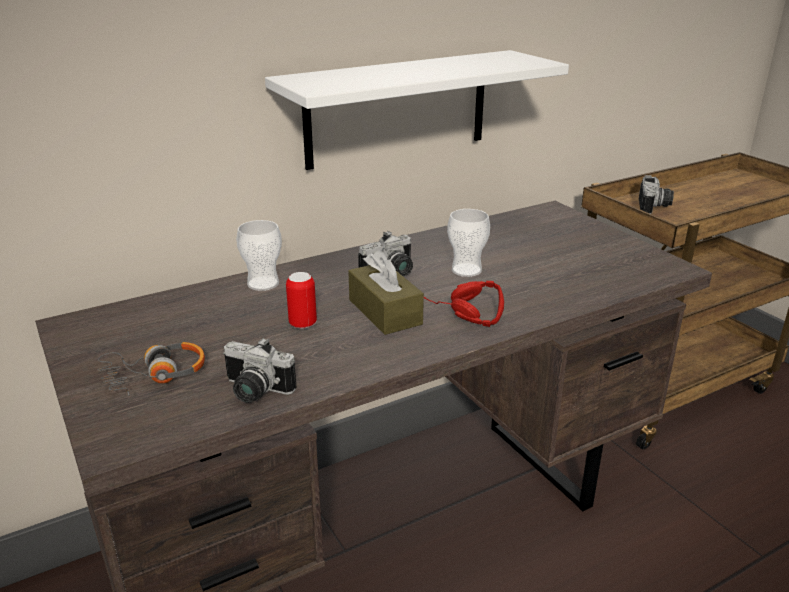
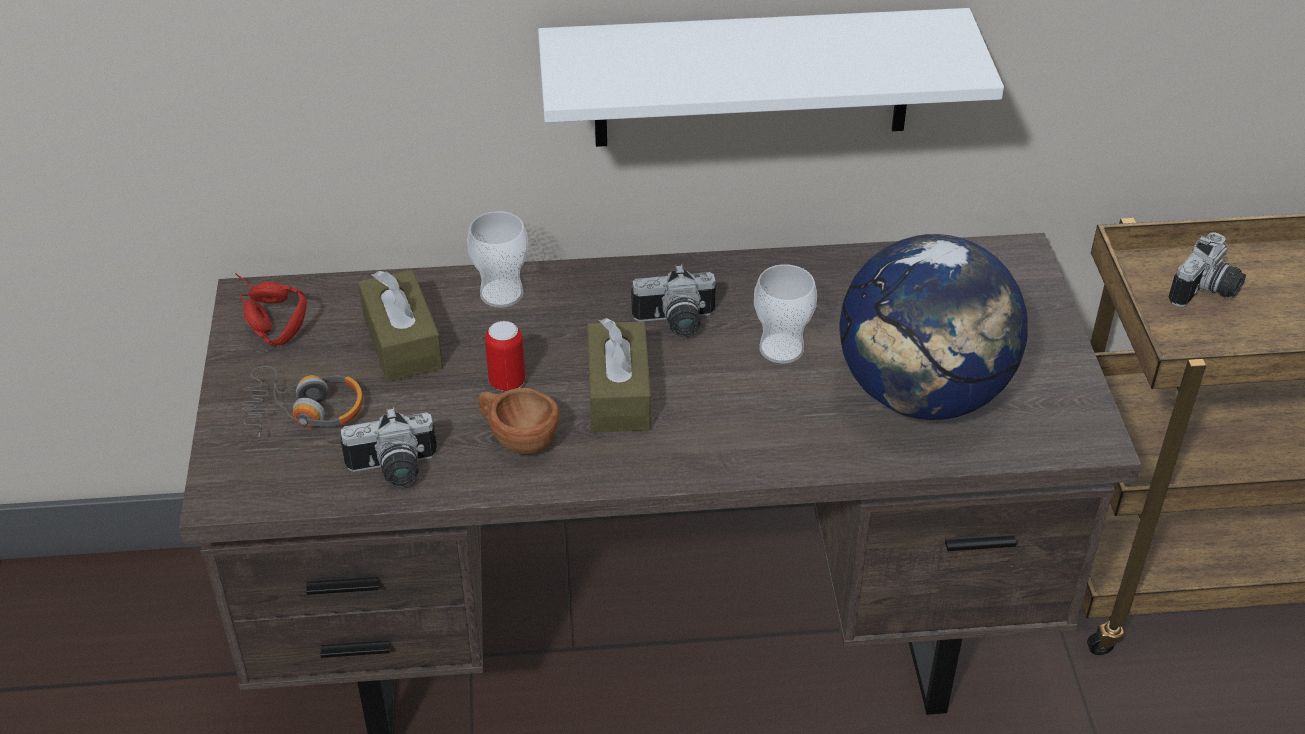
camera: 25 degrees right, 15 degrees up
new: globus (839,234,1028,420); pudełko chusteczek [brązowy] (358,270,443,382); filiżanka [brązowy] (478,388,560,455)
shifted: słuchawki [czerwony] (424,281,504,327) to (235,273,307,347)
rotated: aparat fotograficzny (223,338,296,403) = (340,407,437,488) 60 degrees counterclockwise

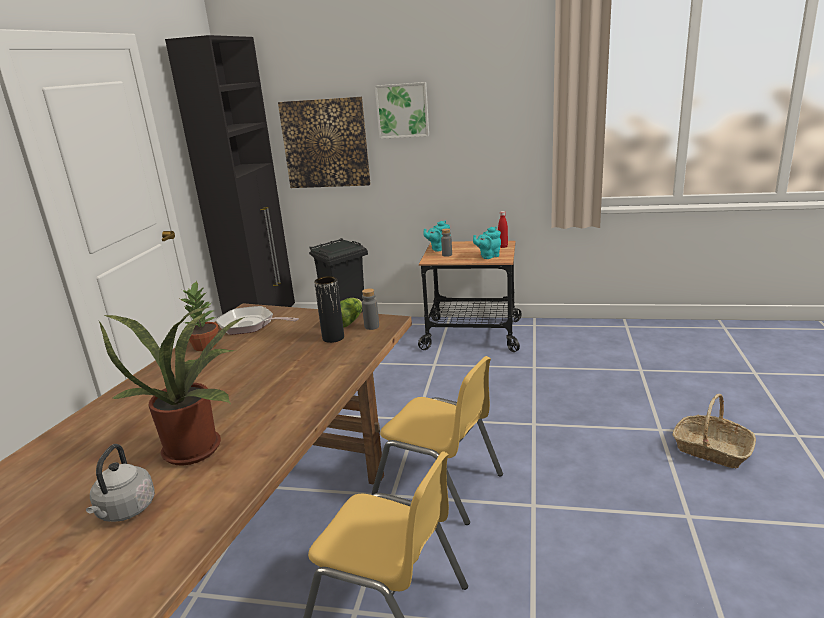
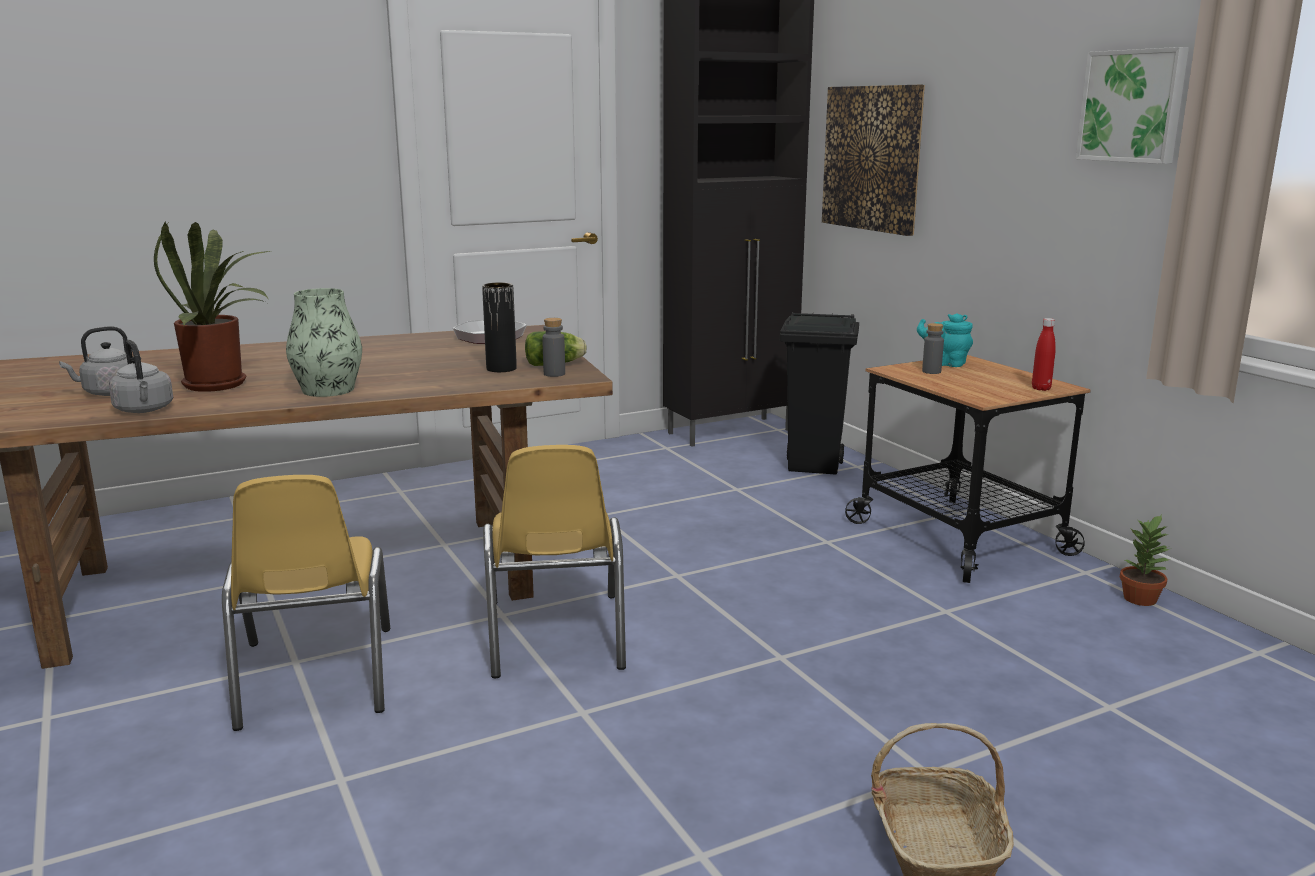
camera: 50 degrees right, 5 degrees down
gone: imbryk [turkusowy] (473,227,501,259)
new: wazon (286,288,362,397); czajnik [szary] (109,340,173,413)
shifted: obraz (375,82,429,139) to (1076,47,1189,164); roślina doniczkowa (180,280,219,351) to (1120,514,1171,606)

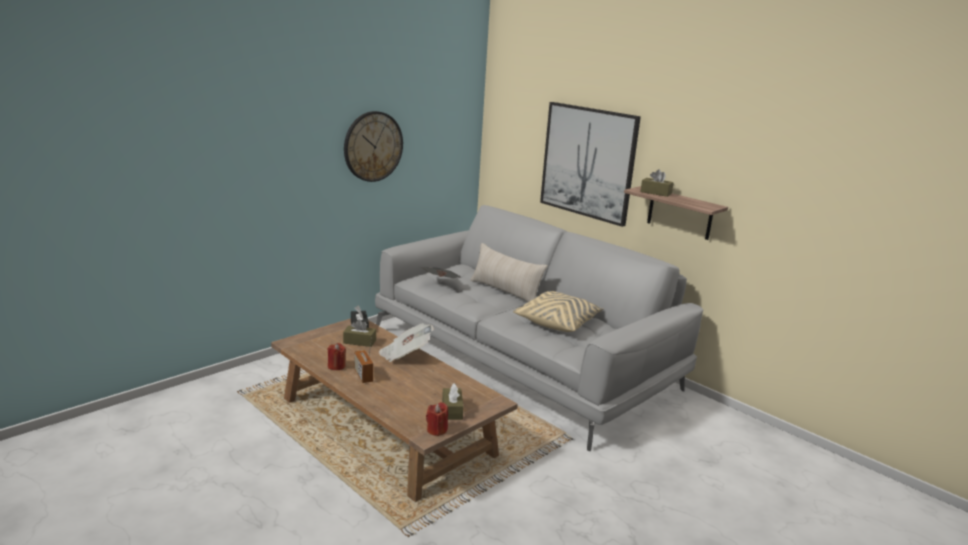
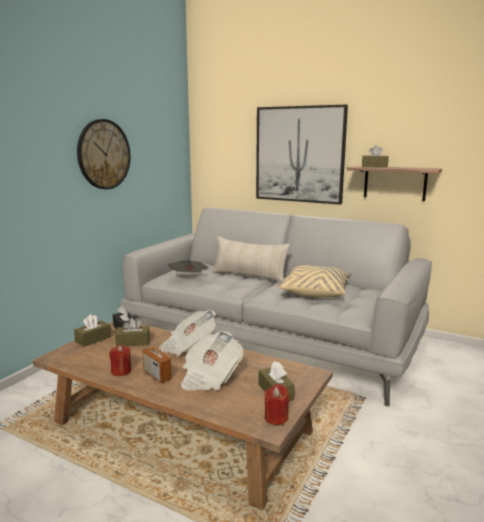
camera: 15 degrees left, 5 degrees down
new: pudełko chusteczek [brązowy] (74,314,112,347); gazeta (181,331,244,391)

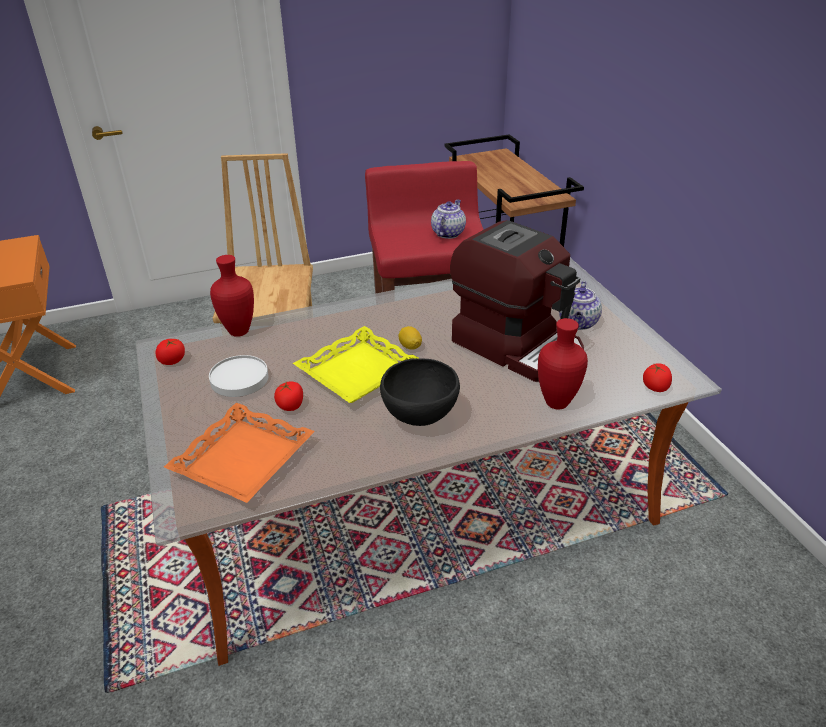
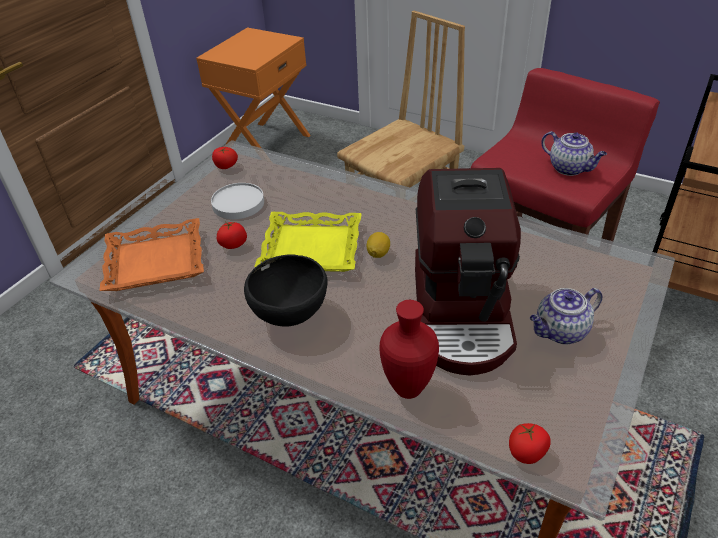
camera: 50 degrees right, 5 degrees up
gone: wazon [czerwony] (210,255,254,337)
rotated: imbryk (431,199,466,239) = (541,131,607,176) 60 degrees clockwise

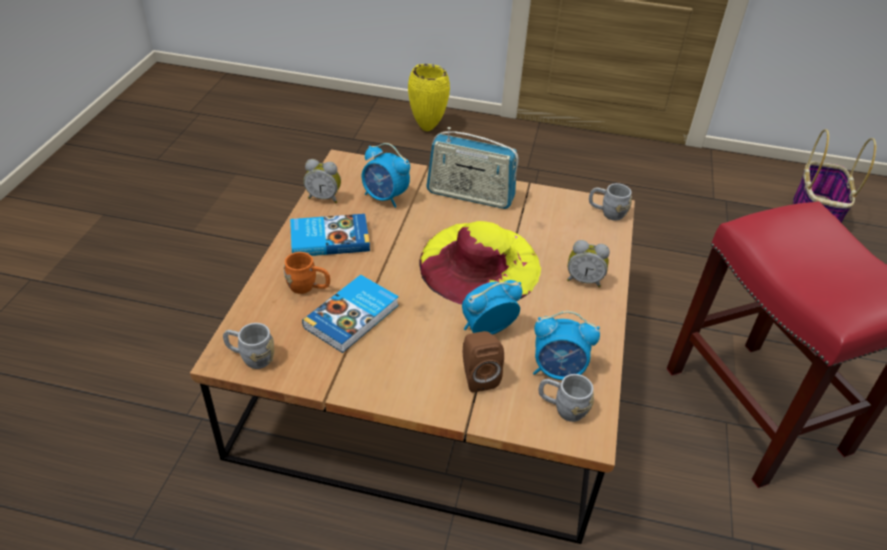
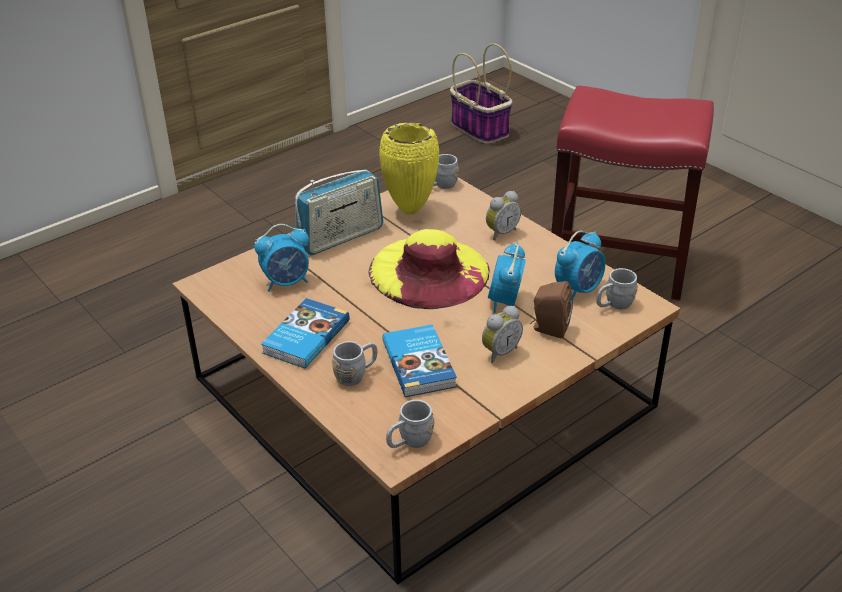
camera: 50 degrees left, 5 degrees down
shifted: wazon [żółty] (408,64,450,131) to (379,122,439,215); budzik (303,159,341,203) to (482,306,523,363)
repainted: kubek [pomarańczowy] (284,252,330,294) to kubek [szary] (332,341,377,386)

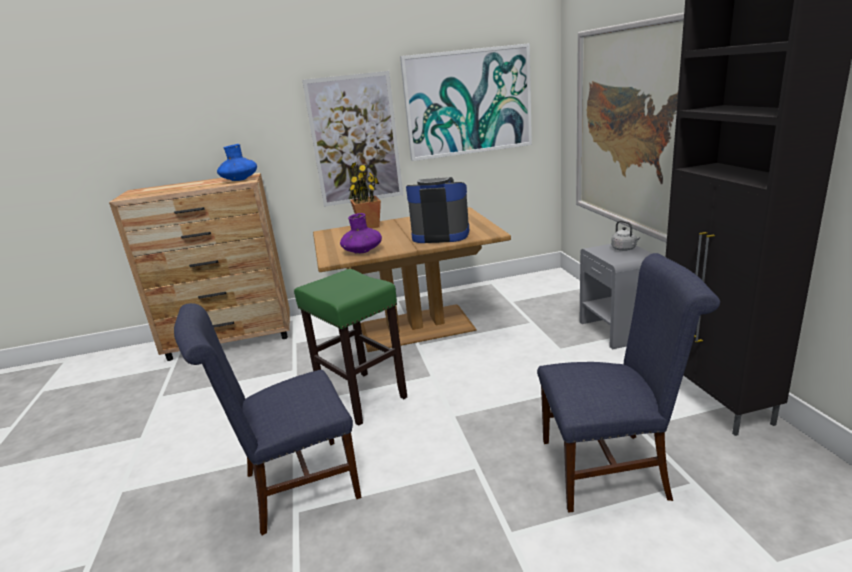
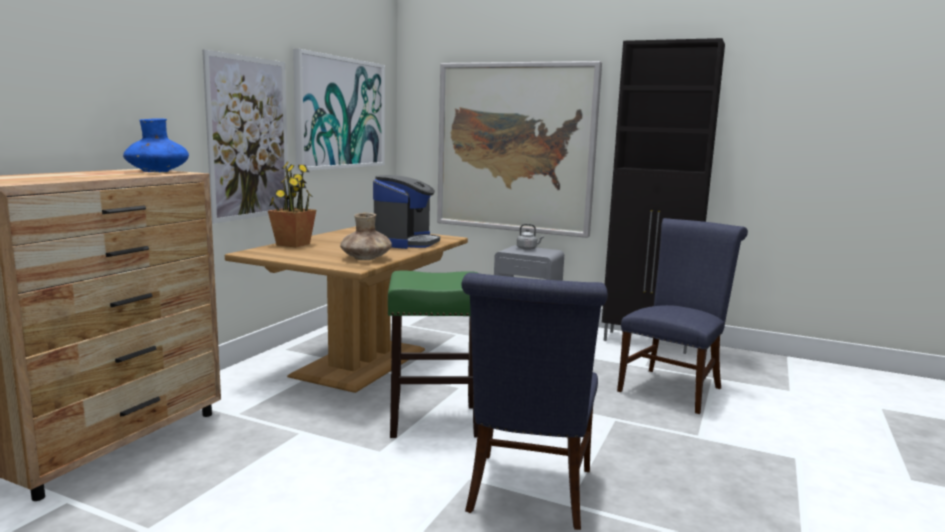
camera: 55 degrees left, 10 degrees down
repainted: wazon [fioletowy] (340,213,382,254) to wazon [brązowy] (340,213,392,260)
rotated: ekspres do kawy (406,177,469,243) = (373,175,440,249) 150 degrees clockwise

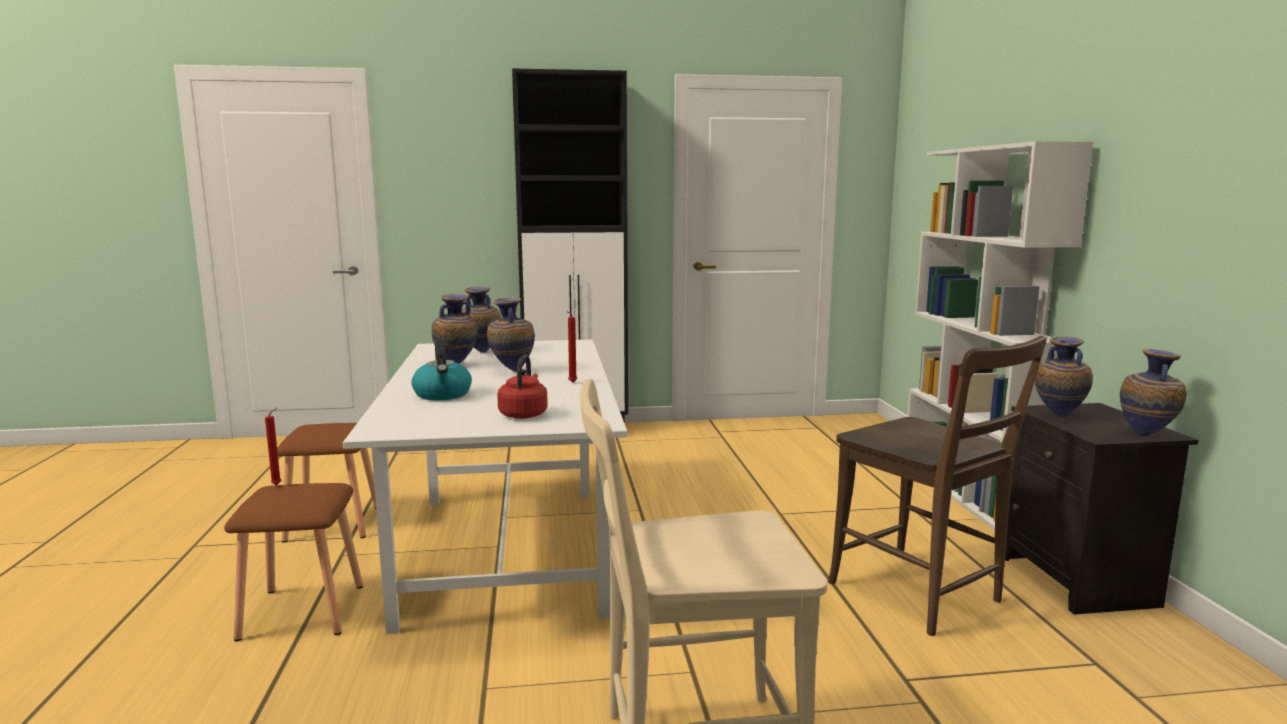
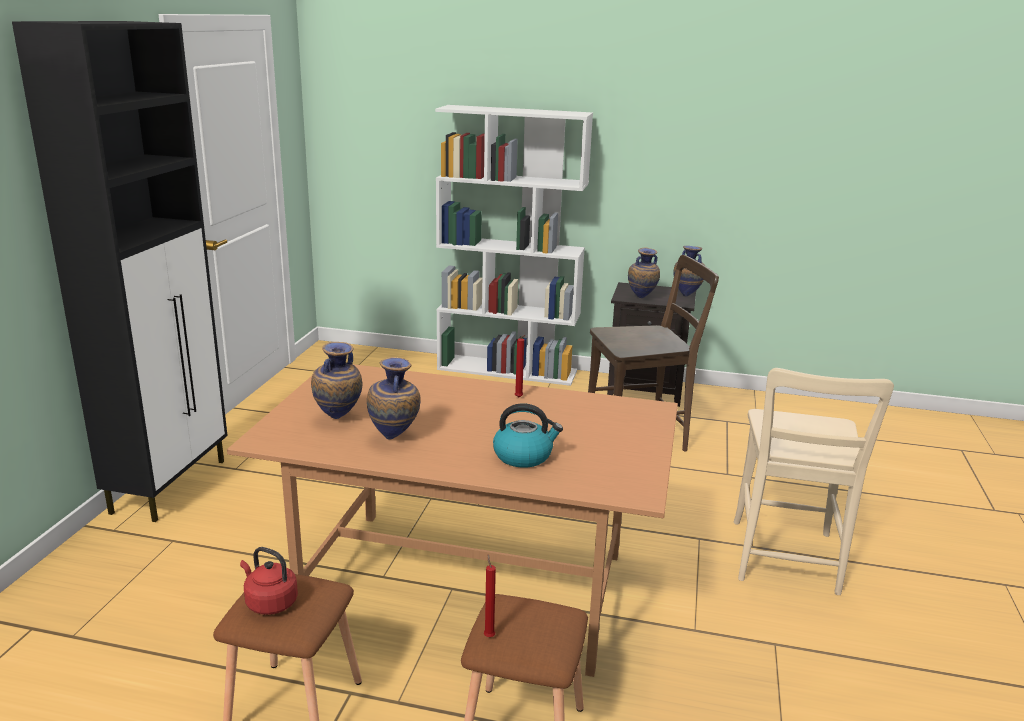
camera: 70 degrees left, 10 degrees up
gone: wazon (487,298,535,372)
shifted: czajnik [czerwony] (497,355,548,419) to (240,547,298,615)
repainted: stół jadalny [biały] (343,339,627,634) to stół jadalny [brązowy] (227,364,678,677)

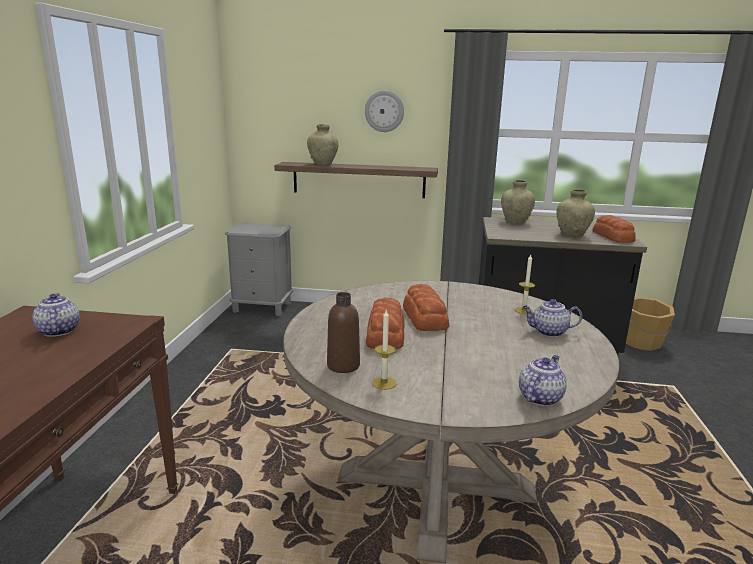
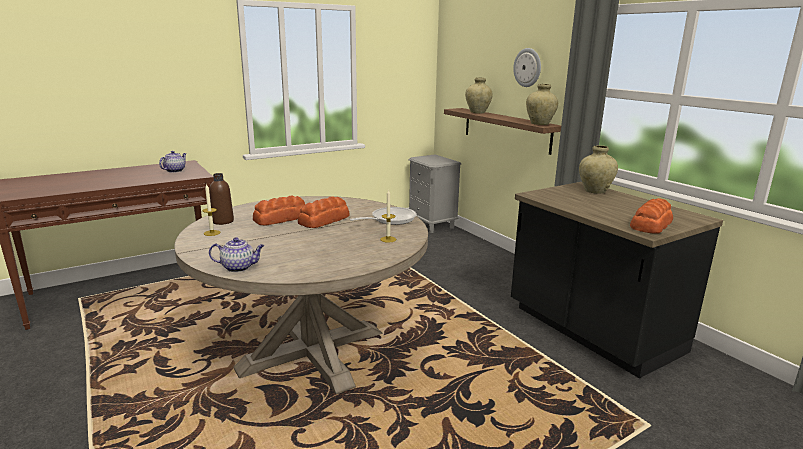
camera: 50 degrees right, 0 degrees up
gone: wiadro [pomarańczowy] (626,297,675,351); imbryk (523,299,582,337)
new: patelnia (350,207,417,225)
shifted: wazon [beżowy] (556,189,595,237) to (526,84,558,125)

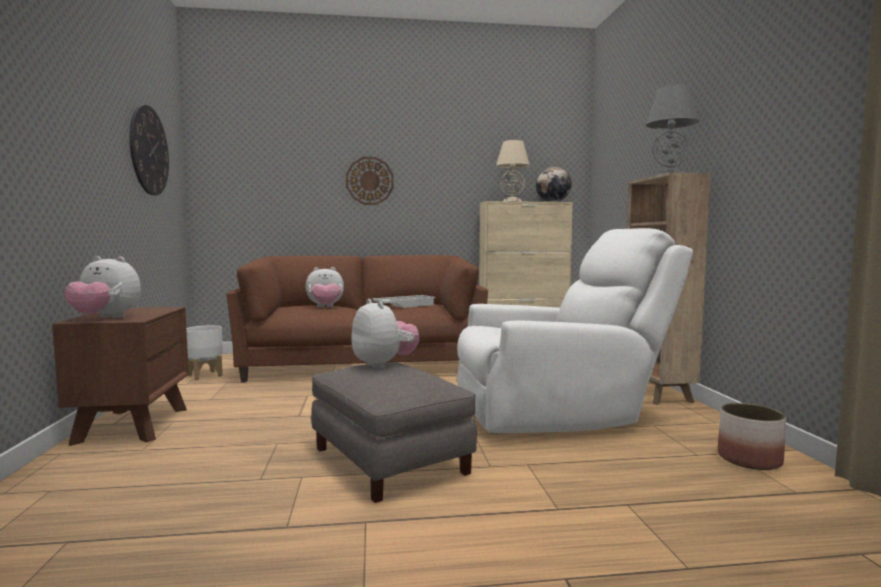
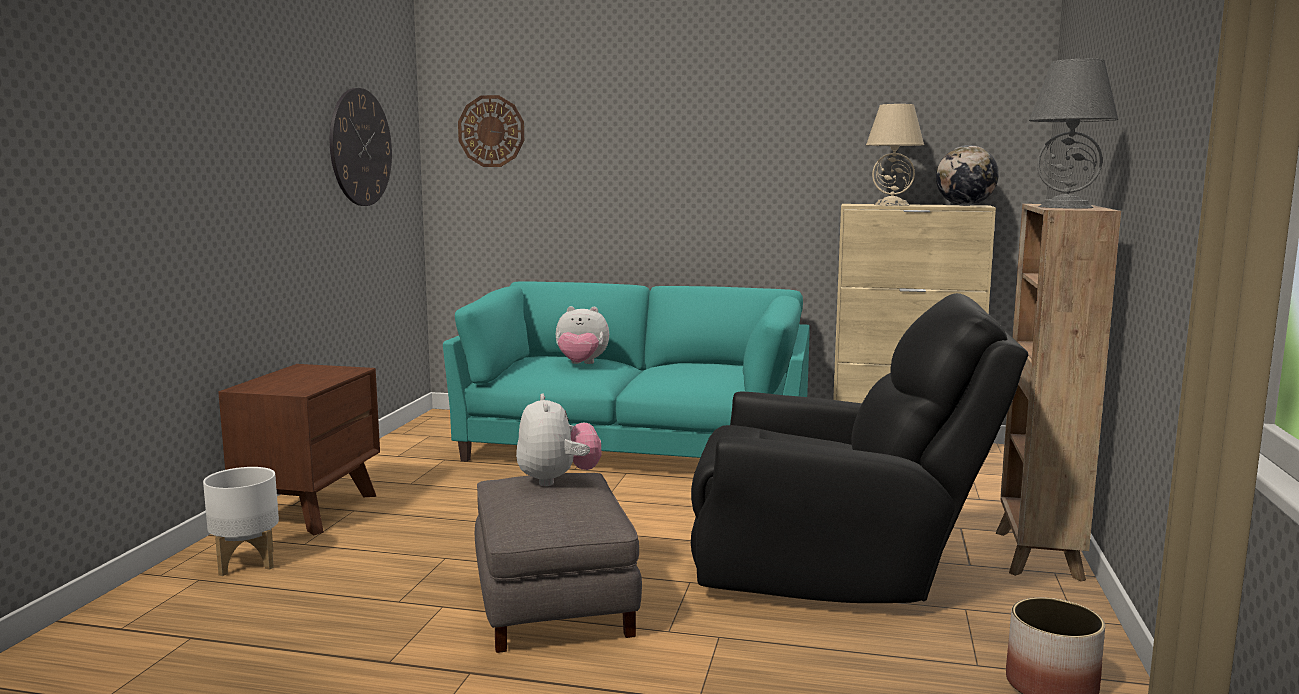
camera: 20 degrees right, 5 degrees up
gone: pluszak (64,256,141,318); taca [biały] (372,295,436,308)
shifted: zegar ścienny (346,157,394,205) to (458,95,524,167); donica [biały] (186,326,223,380) to (203,467,279,576)
repainted: fotel [biały] (457,228,693,433) to fotel [czarny] (691,293,1028,603); kanapa [brązowy] (226,255,488,382) to kanapa [turkusowy] (443,281,810,462)

